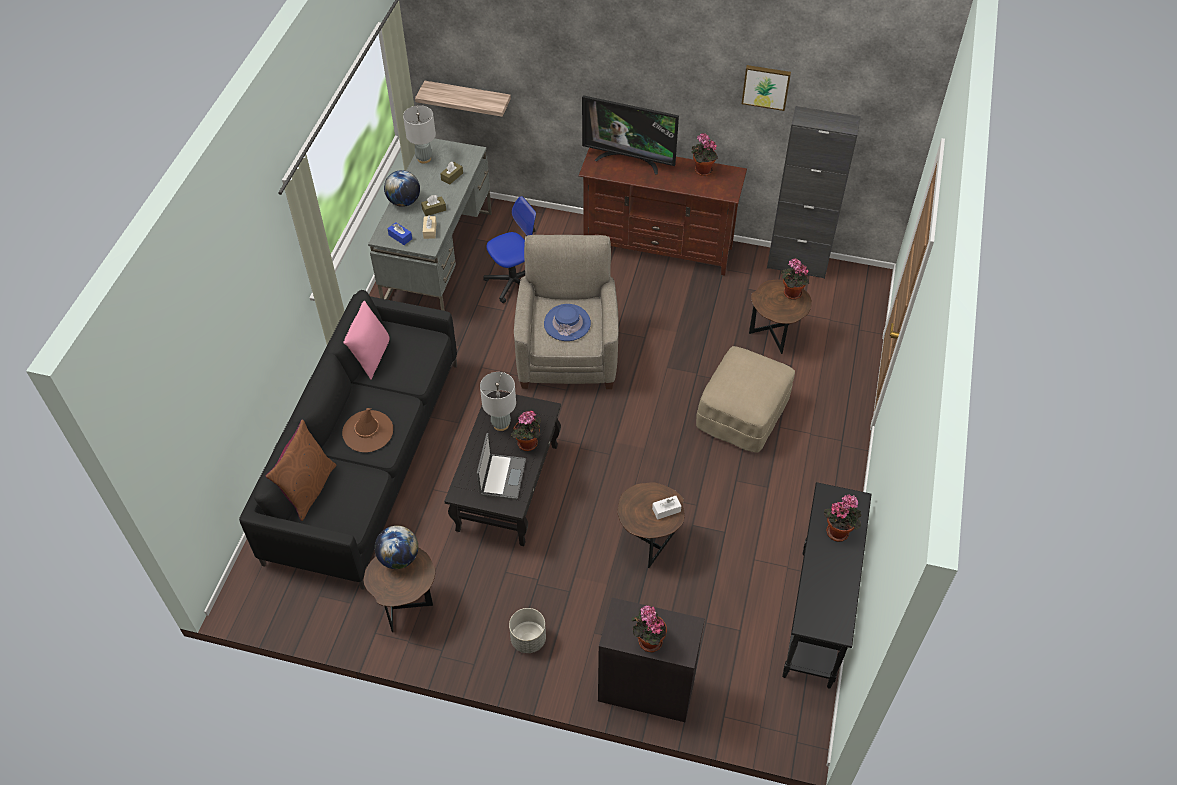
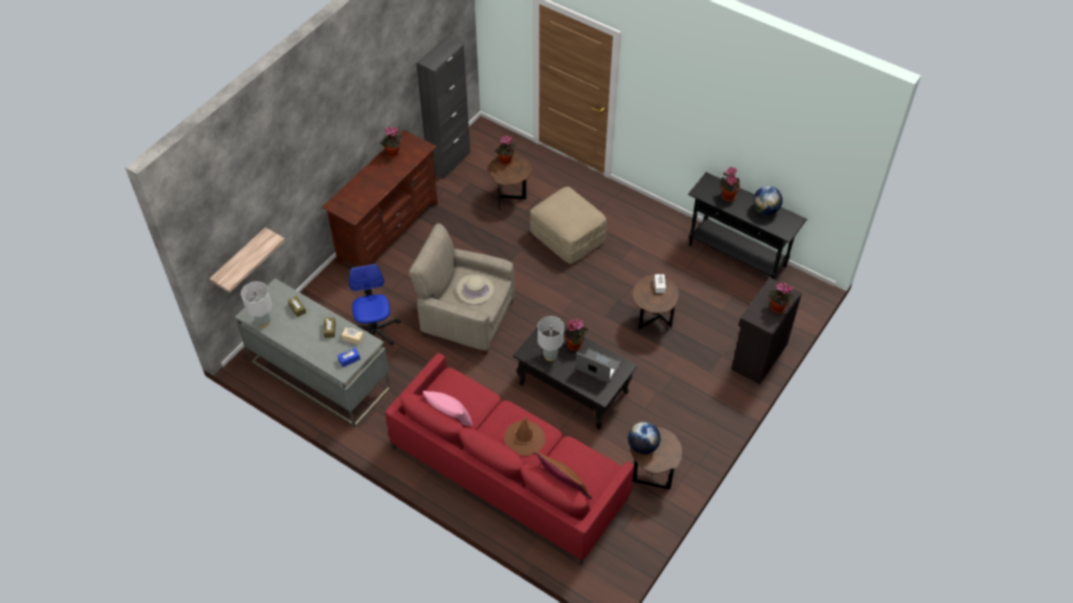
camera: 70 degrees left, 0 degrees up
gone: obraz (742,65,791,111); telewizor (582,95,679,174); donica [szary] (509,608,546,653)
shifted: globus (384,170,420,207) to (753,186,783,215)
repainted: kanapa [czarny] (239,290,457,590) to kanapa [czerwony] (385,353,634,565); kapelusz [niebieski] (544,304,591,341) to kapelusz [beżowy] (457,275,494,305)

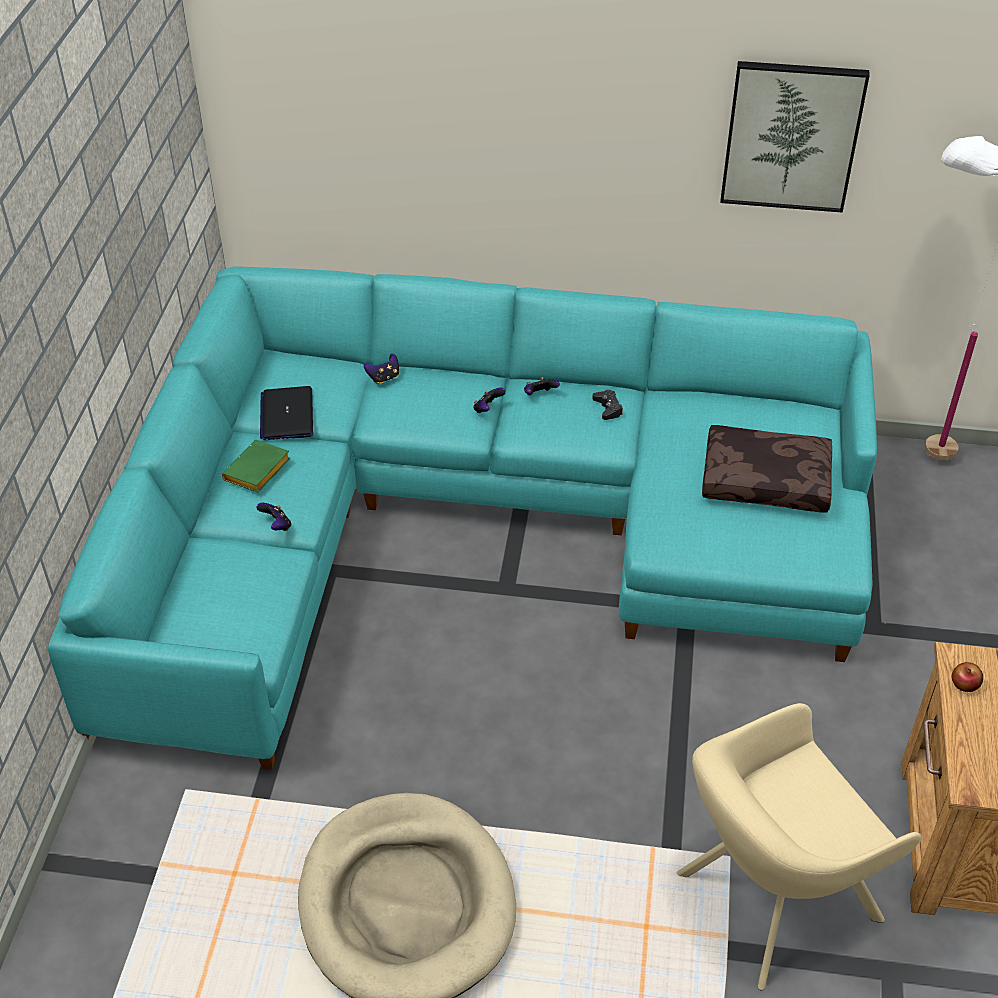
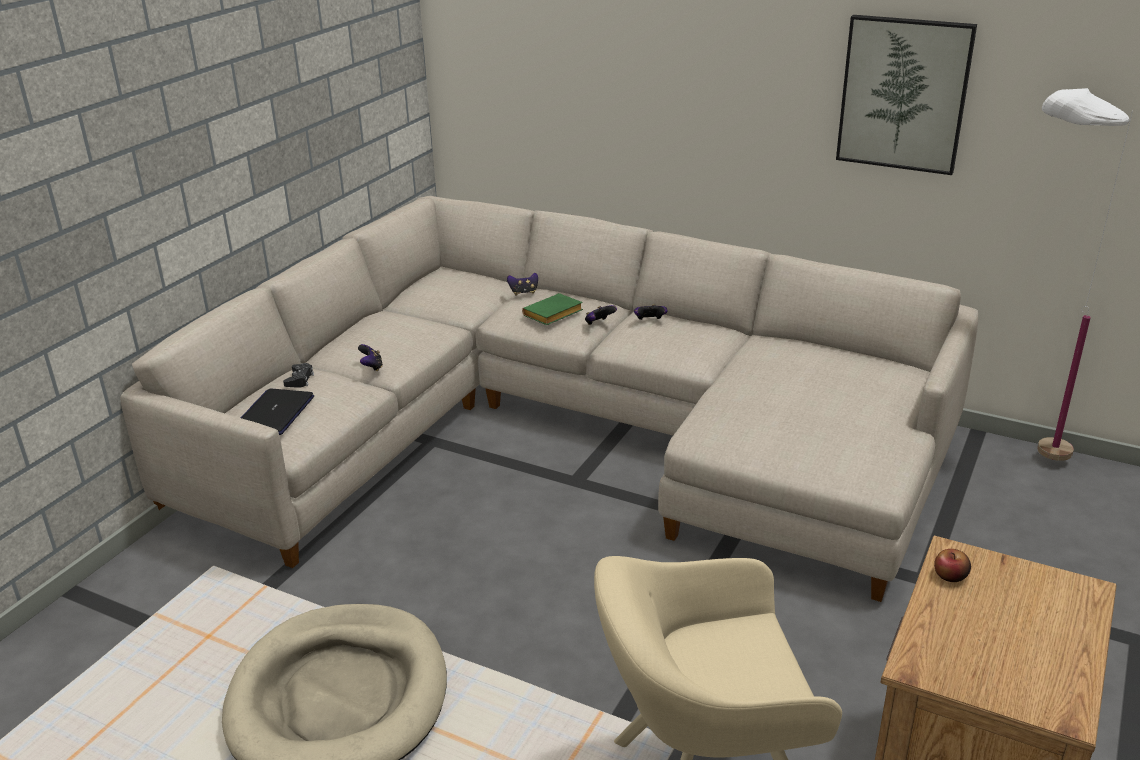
camera: 20 degrees right, 15 degrees down
gone: poduszka [brązowy] (702,425,832,513)
shifted: laptop (260,386,313,440) to (241,389,314,435); pad do gier [czarny] (592,390,623,420) to (283,363,314,388); książka [zielony] (222,440,290,493) to (522,293,583,325)
repainted: kanapa [turkusowy] (48,266,877,770) to kanapa [beżowy] (120,196,978,602)

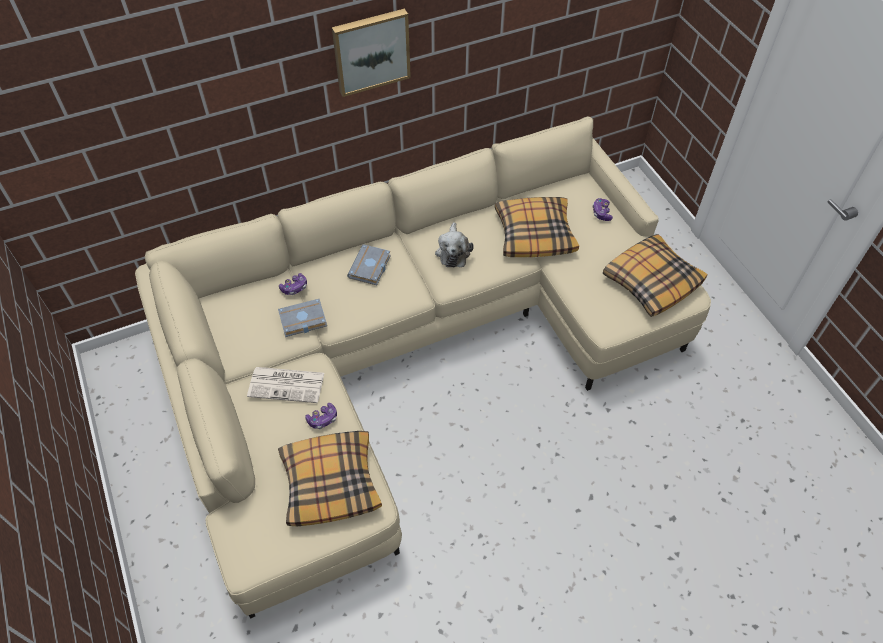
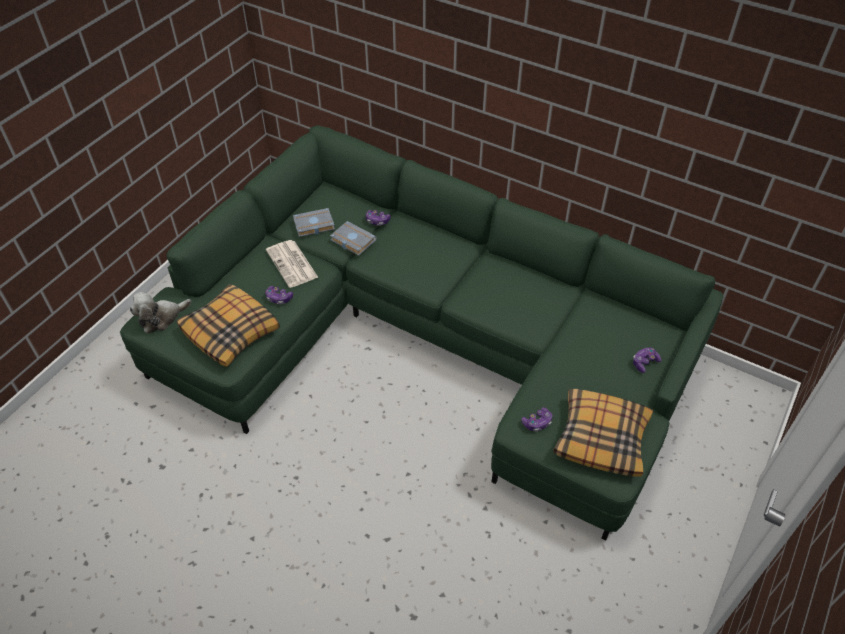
camera: 55 degrees right, 5 degrees down
gone: obraz (332,9,411,97); poduszka (495,197,579,257)
new: pad do gier (521,407,553,432)
shifted: pluszak (435,222,474,267) to (130,292,191,334); książka [szary] (347,244,391,285) to (293,208,335,237)
repainted: kanapa [beżowy] (135,116,711,618) to kanapa [zielony] (120,125,724,541)

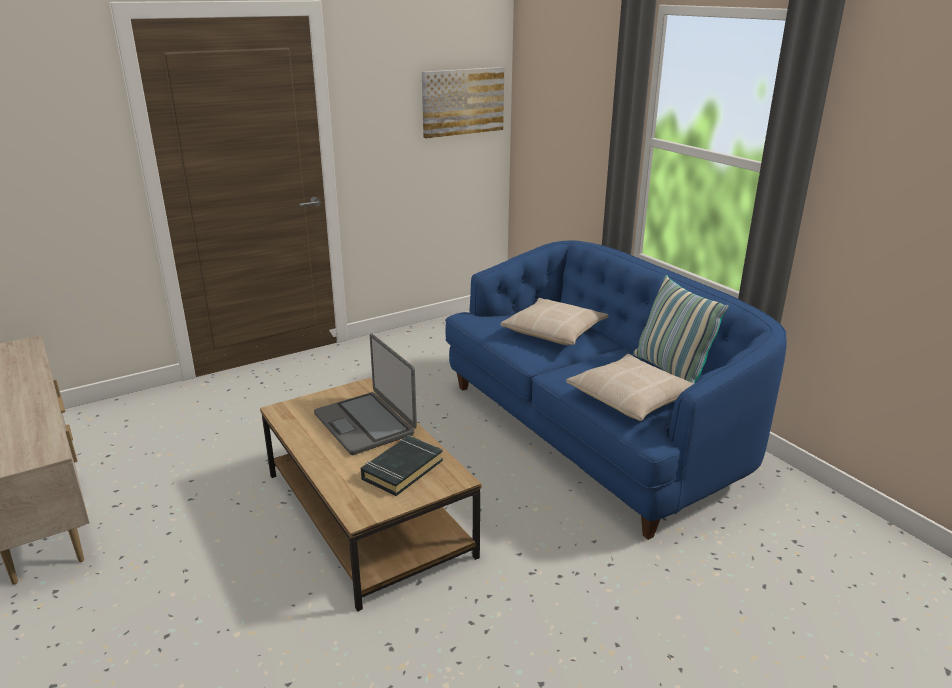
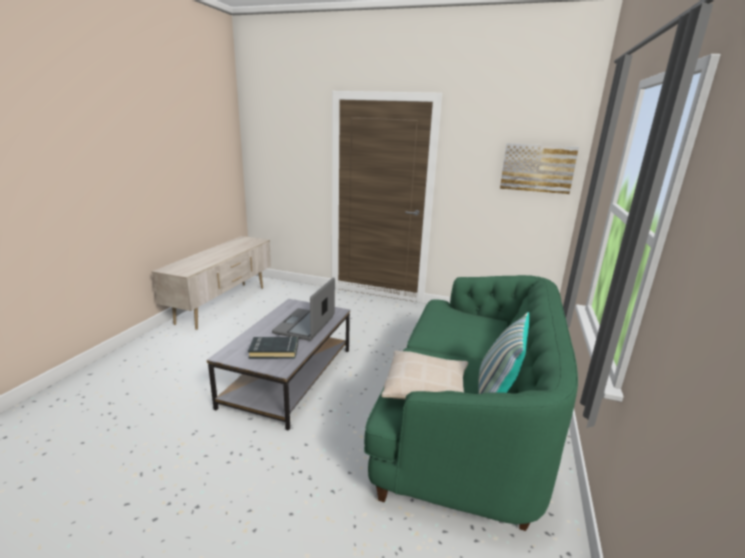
camera: 50 degrees right, 5 degrees down
gone: poduszka [beżowy] (501,298,609,345)
repainted: kanapa [niebieski] (445,240,786,540) to kanapa [zielony] (364,275,578,531); ława [brązowy] (260,378,481,612) to ława [szary] (207,299,350,431)

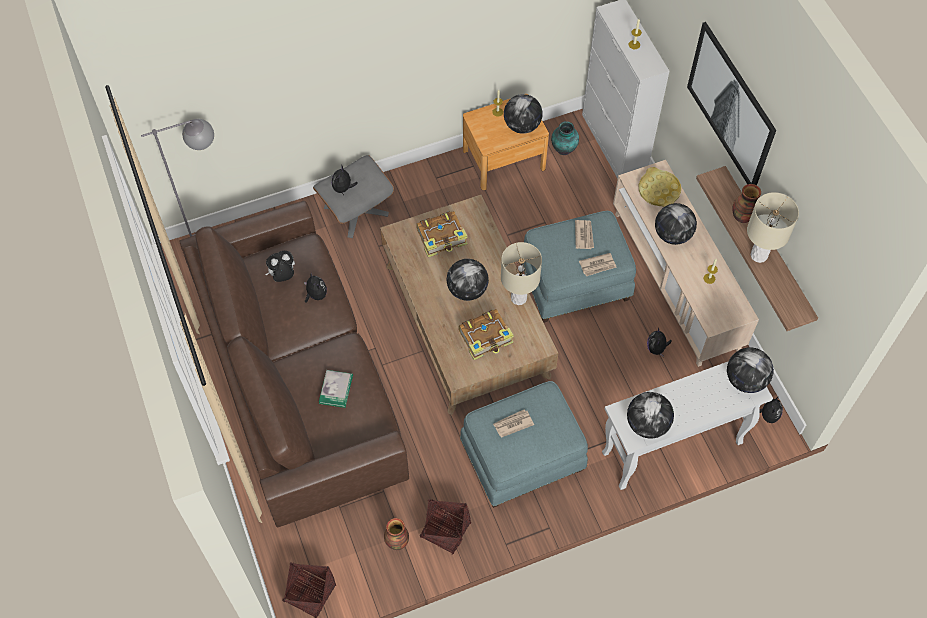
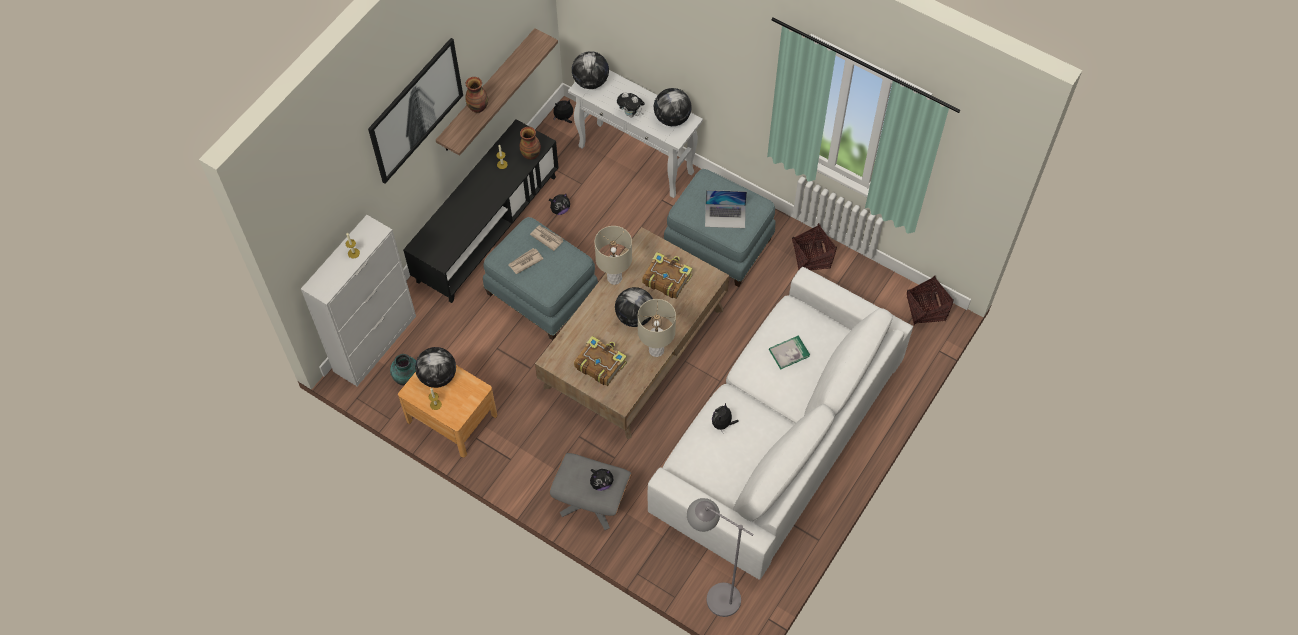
camera: 125 degrees left, 0 degrees up
gone: taca [żółty] (639,167,681,207); globus (655,203,697,245)
shifted: lampa stołowa [beżowy] (747,192,799,263) to (638,299,676,357); pluszak (266,251,295,282) to (617,92,645,118); wazon (384,518,409,550) to (520,127,541,160)
swapped: gazeta (493,409,534,438) to laptop (705,190,747,228)
repainted: szafka pod telewizor [beżowy] (613,160,759,367) to szafka pod telewizor [czarny] (403,119,559,303); kanapa [brązowy] (179,201,409,528) to kanapa [biały] (648,267,913,580)

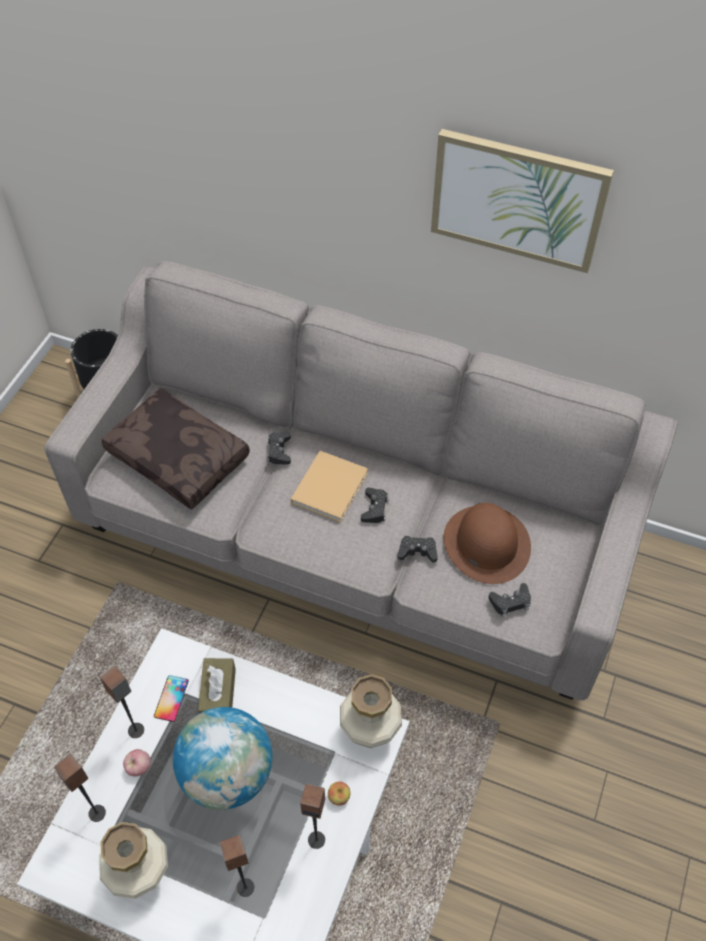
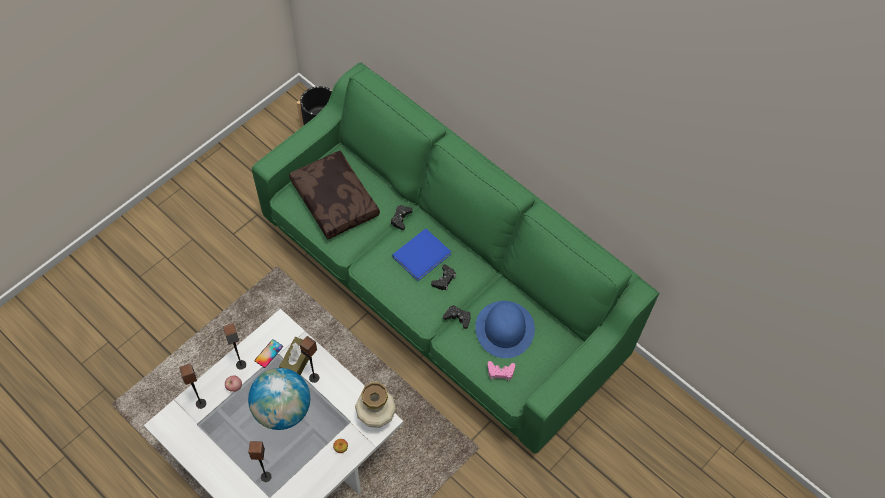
camera: 20 degrees right, 5 degrees up
gone: obraz (431,129,614,273); wazon (99,822,168,899)
shifted: głośnik (300,783,325,849) to (300,336,319,383)
repainted: kanapa [szary] (44,261,678,700) to kanapa [zielony] (252,63,659,454); książka [beżowy] (291,451,368,523) to książka [niebieski] (392,228,451,281); kapelusz [brązowy] (443,503,531,584) to kapelusz [niebieski] (475,301,535,358); pad do gier [czarny] (488,583,531,617) to pad do gier [różowy] (487,361,515,381)

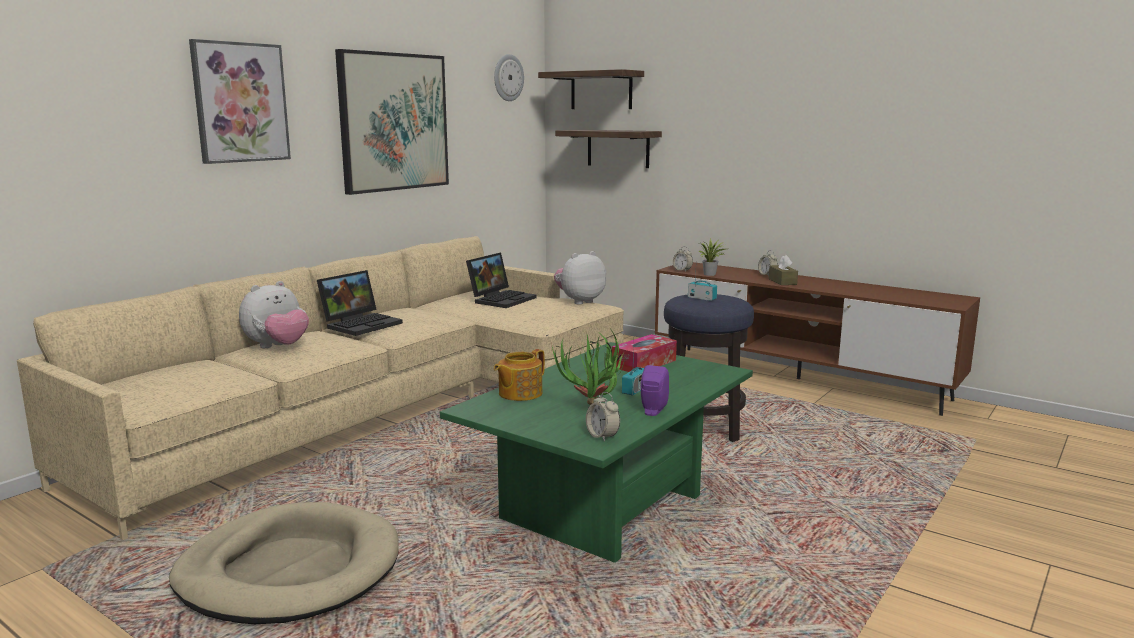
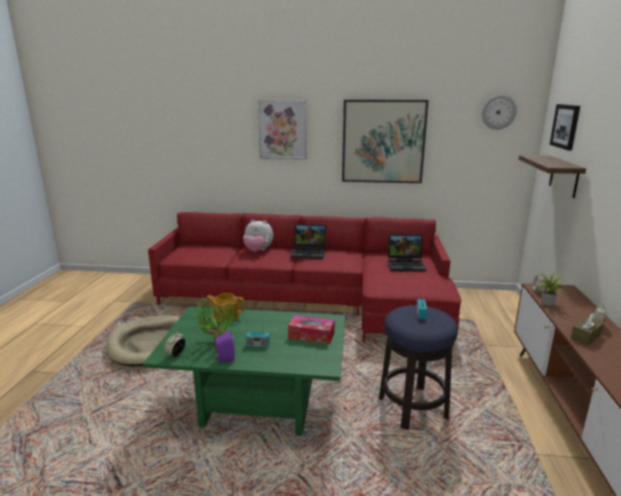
camera: 60 degrees right, 5 degrees up
gone: pluszak (554,251,606,305)
swapped: półka (538,69,644,109) to obraz (549,104,580,151)
repainted: kanapa [beżowy] (17,236,624,540) to kanapa [czerwony] (148,212,461,347)

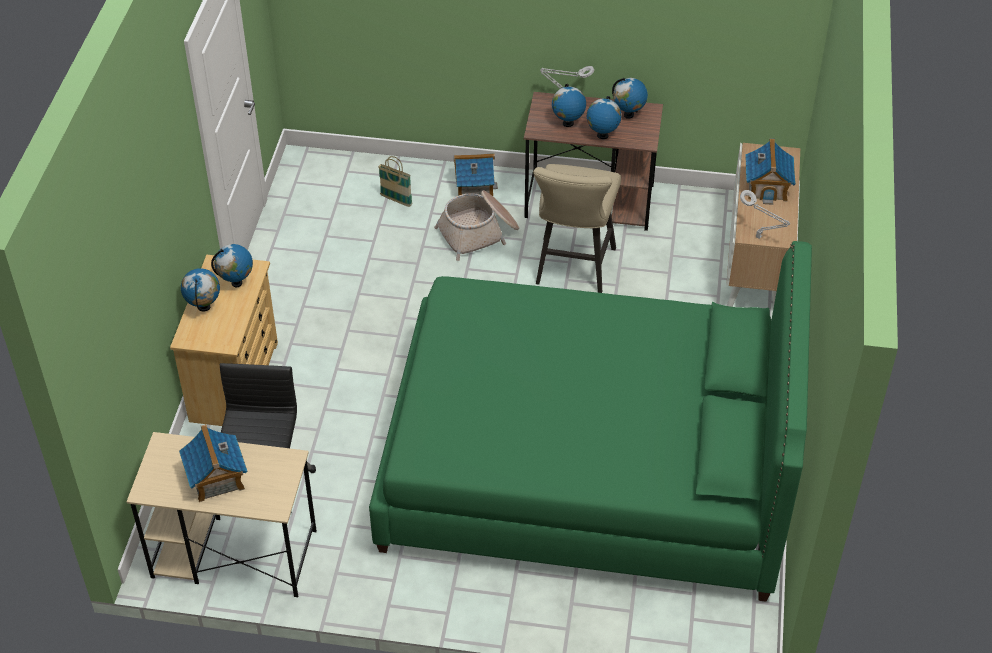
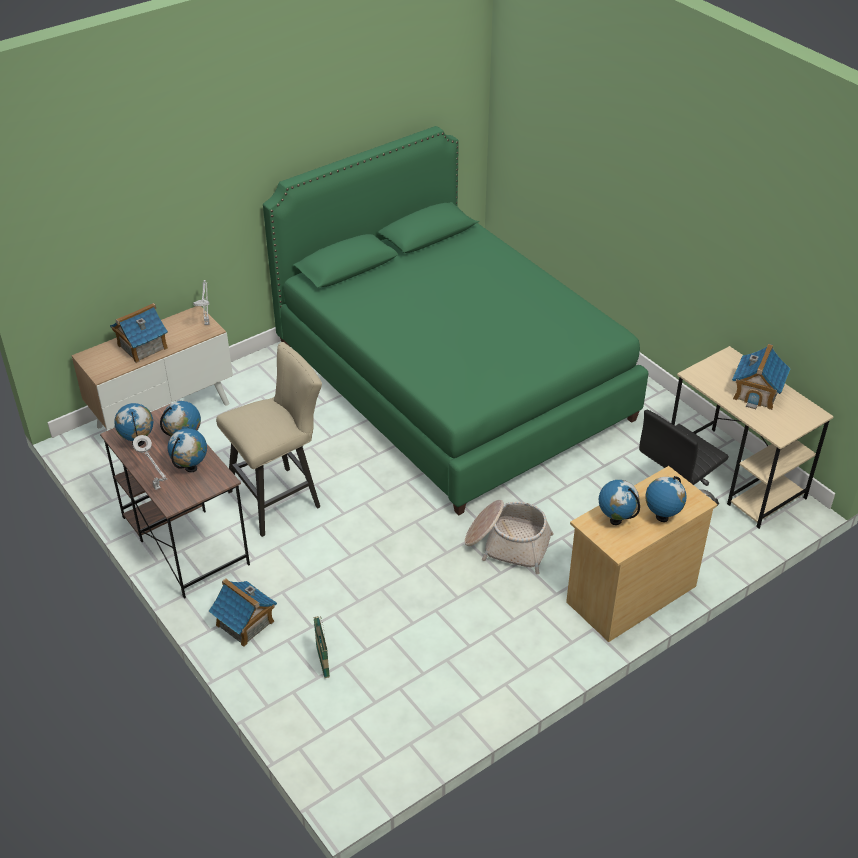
camera: 135 degrees left, 5 degrees down
shifted: koszyk (434,190,519,261) to (465,500,553,574)

